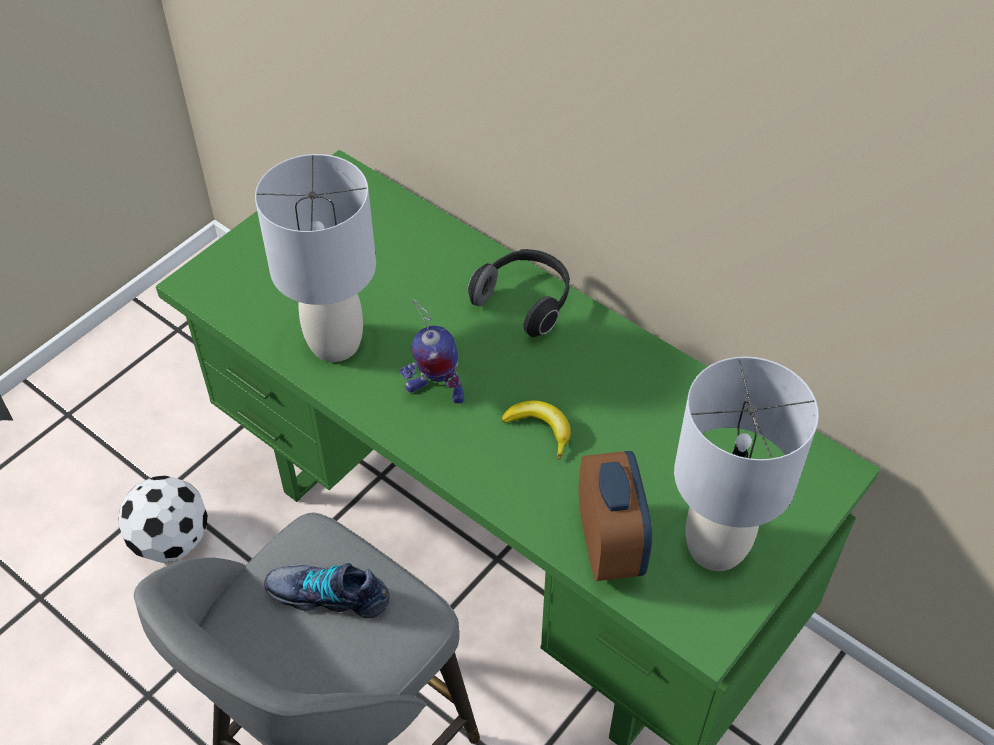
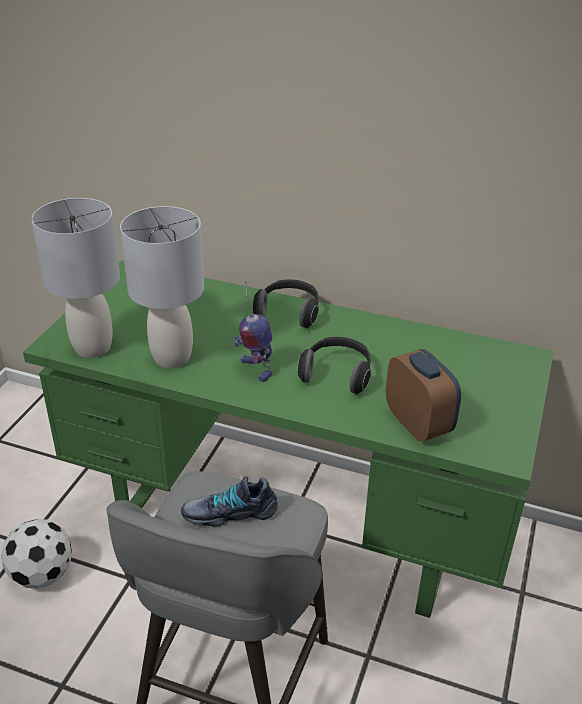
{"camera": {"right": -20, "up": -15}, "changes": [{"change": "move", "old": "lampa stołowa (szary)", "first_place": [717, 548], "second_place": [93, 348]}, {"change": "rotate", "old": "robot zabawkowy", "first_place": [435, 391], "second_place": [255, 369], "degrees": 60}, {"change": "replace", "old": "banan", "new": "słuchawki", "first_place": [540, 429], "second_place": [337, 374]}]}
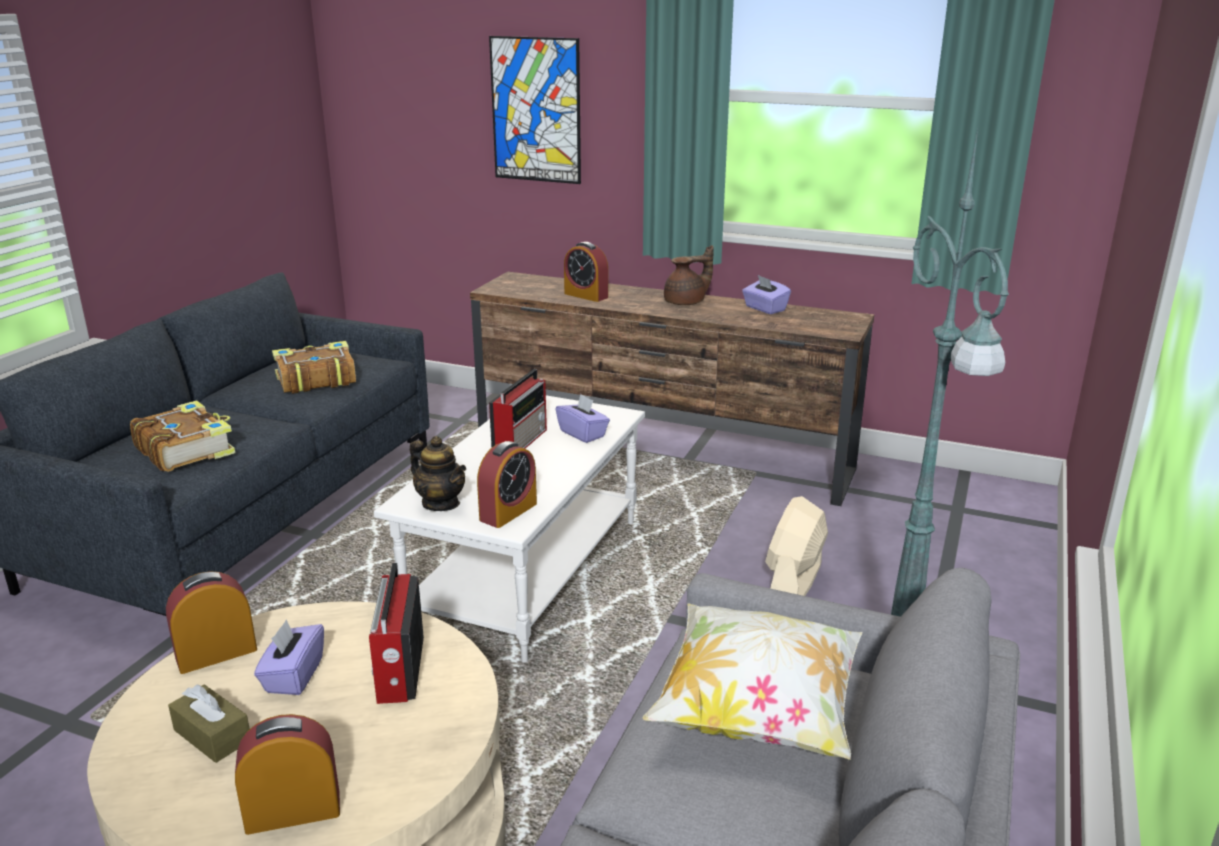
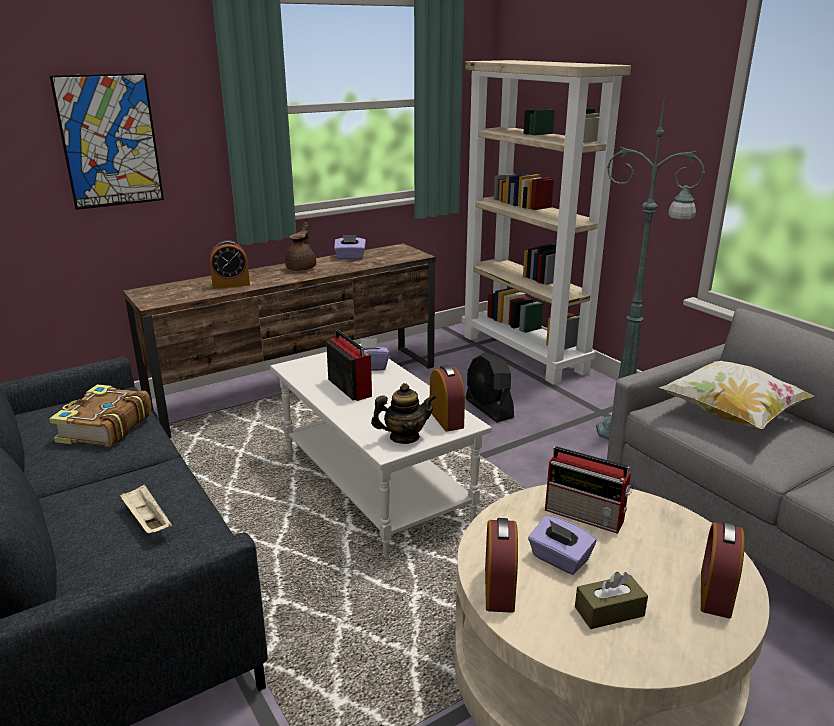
{"camera": {"right": -55, "up": 0}, "changes": [{"change": "replace", "old": "książka", "new": "taca (beżowy)", "first_place": [185, 449], "second_place": [147, 521]}, {"change": "insert", "new": "regał (beżowy)", "second_place": [525, 354]}, {"change": "recolor", "old": "wentylator (beżowy)", "new": "wentylator (czarny)", "first_place": [794, 582], "second_place": [489, 408]}]}
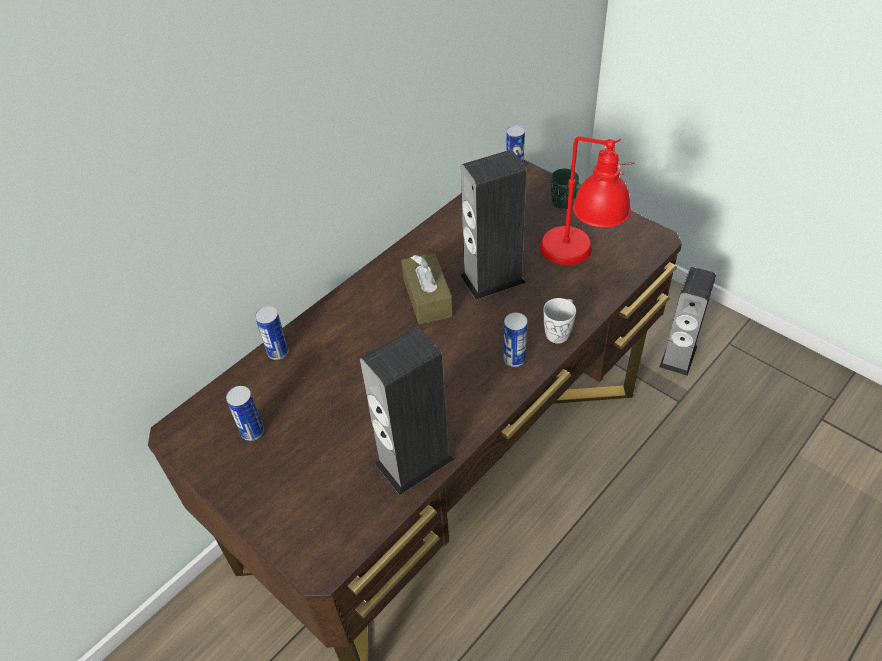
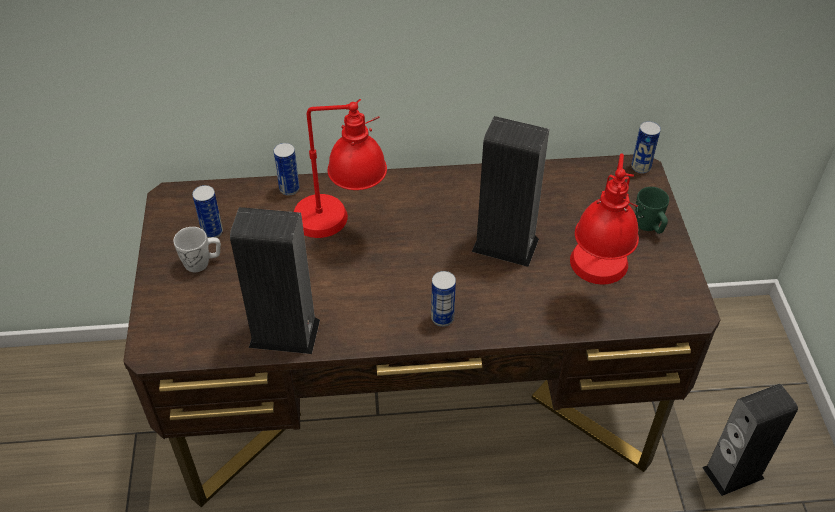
{"camera": {"right": 40, "up": 0}, "changes": [{"change": "move", "old": "kubek (biały)", "first_place": [559, 331], "second_place": [202, 262]}, {"change": "insert", "new": "lampa stołowa (czerwony)", "second_place": [341, 225]}, {"change": "delete", "old": "pudełko chusteczek (brązowy)", "first_place": [427, 298]}]}
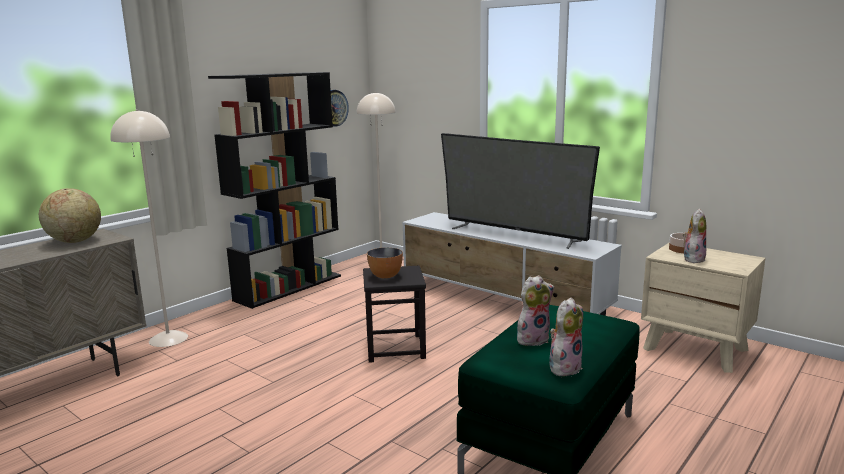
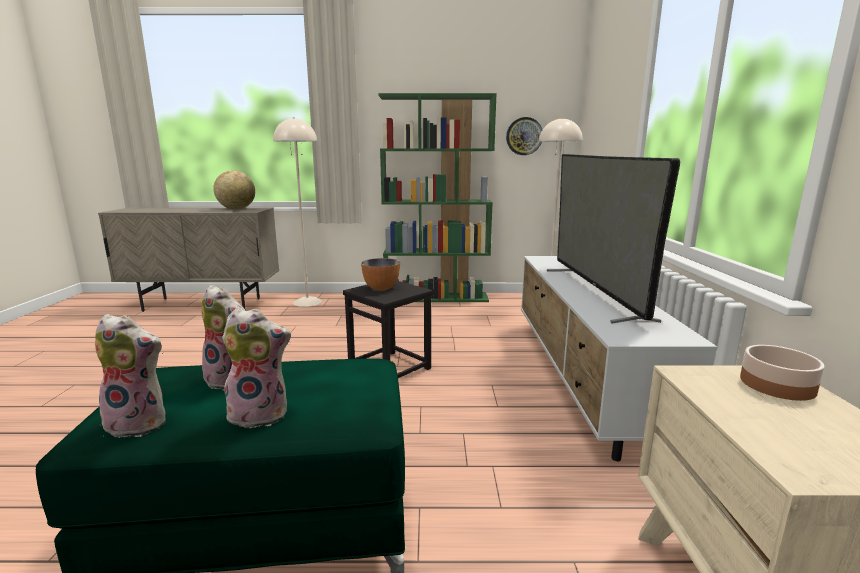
{"camera": {"right": 50, "up": 0}, "changes": [{"change": "move", "old": "pluszak", "first_place": [692, 259], "second_place": [261, 414]}, {"change": "recolor", "old": "regał (czarny)", "new": "regał (zielony)", "first_place": [289, 287], "second_place": [437, 297]}]}
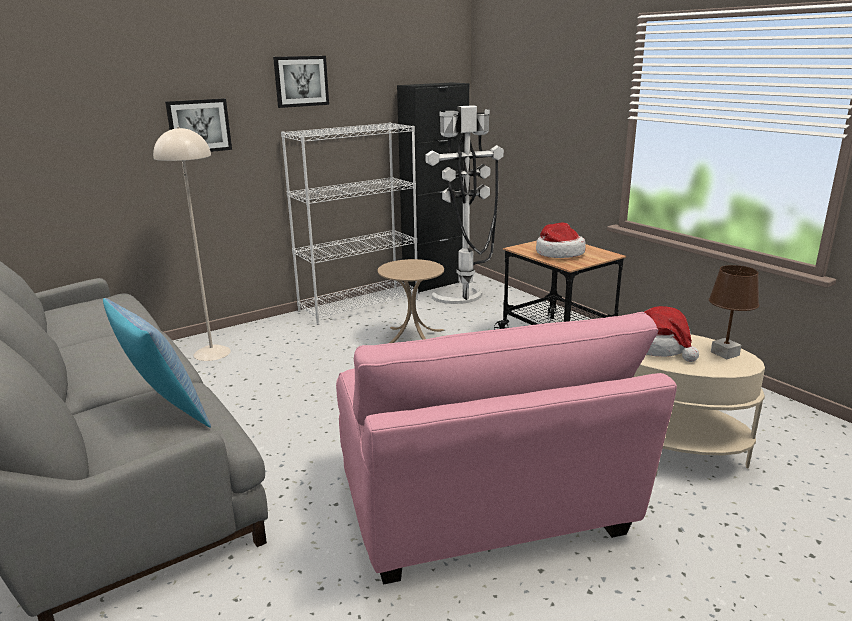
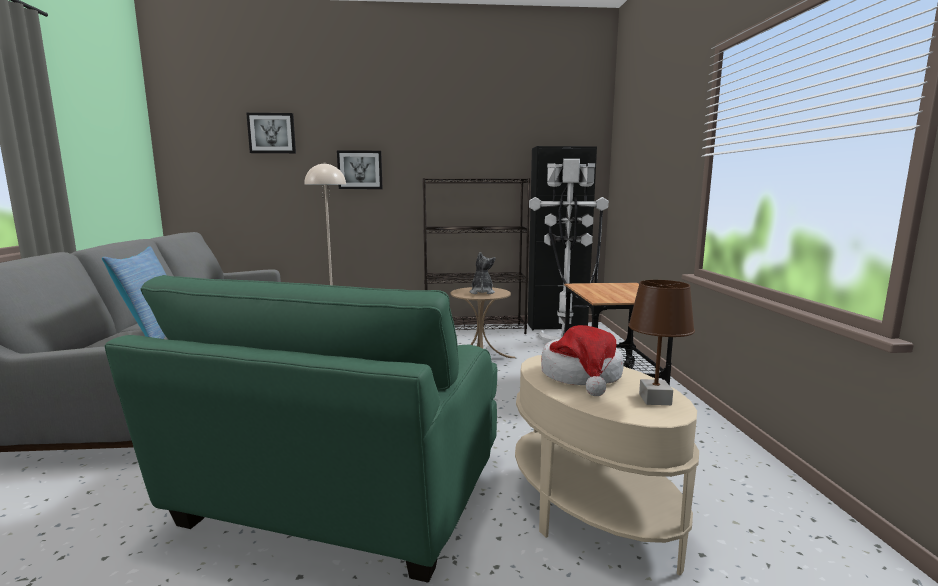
{"camera": {"right": 30, "up": -10}, "changes": [{"change": "recolor", "old": "fotel (różowy)", "new": "fotel (zielony)", "first_place": [481, 505], "second_place": [341, 496]}, {"change": "move", "old": "obraz", "first_place": [301, 81], "second_place": [272, 133]}, {"change": "recolor", "old": "regał (biały)", "new": "regał (czarny)", "first_place": [359, 304], "second_place": [475, 329]}, {"change": "insert", "new": "pluszak", "second_place": [481, 292]}, {"change": "delete", "old": "kapelusz", "first_place": [558, 253]}]}
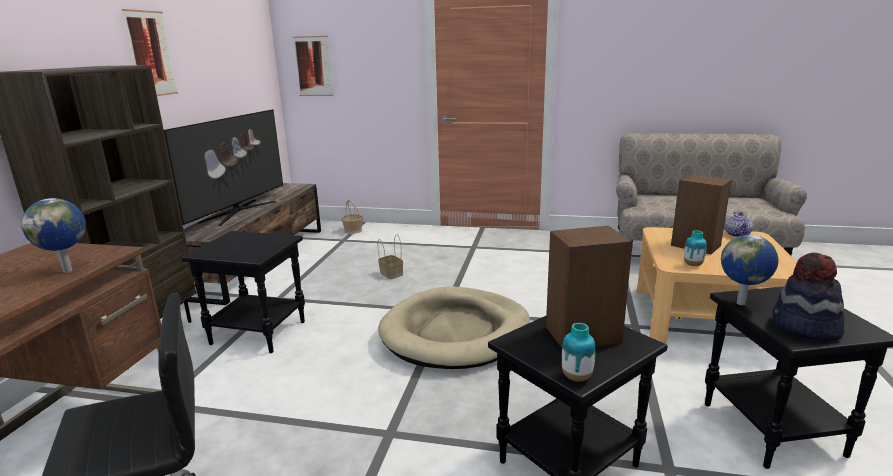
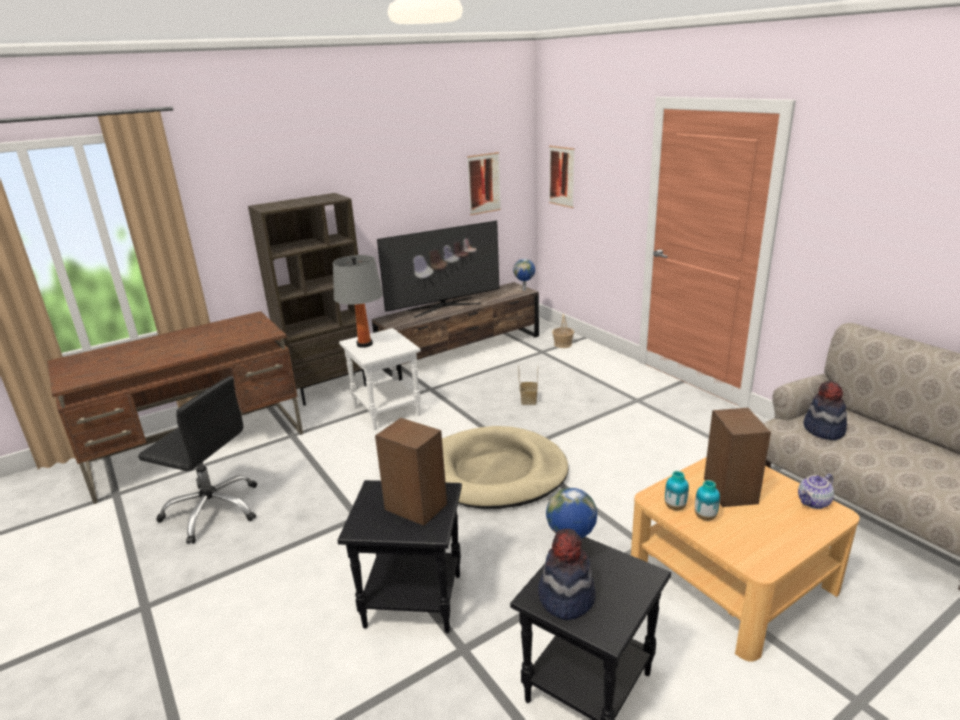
{"camera": {"right": 45, "up": 5}, "changes": [{"change": "insert", "new": "lampa stołowa (szary)", "second_place": [365, 344]}, {"change": "recolor", "old": "stolik (czarny)", "new": "stolik (biały)", "first_place": [256, 333], "second_place": [385, 411]}, {"change": "move", "old": "obraz", "first_place": [151, 54], "second_place": [484, 183]}, {"change": "move", "old": "globus", "first_place": [69, 270], "second_place": [525, 290]}, {"change": "move", "old": "wazon", "first_place": [576, 377], "second_place": [705, 517]}, {"change": "insert", "new": "kapelusz", "second_place": [823, 430]}]}
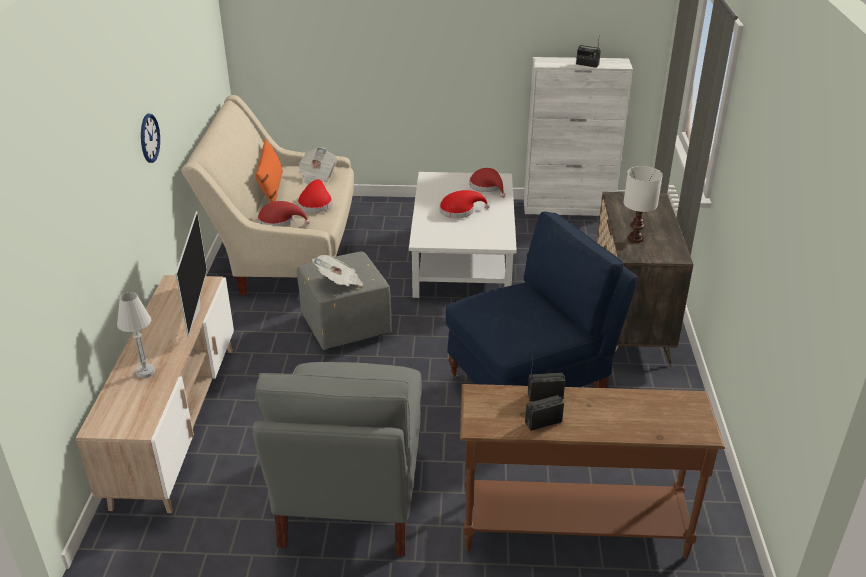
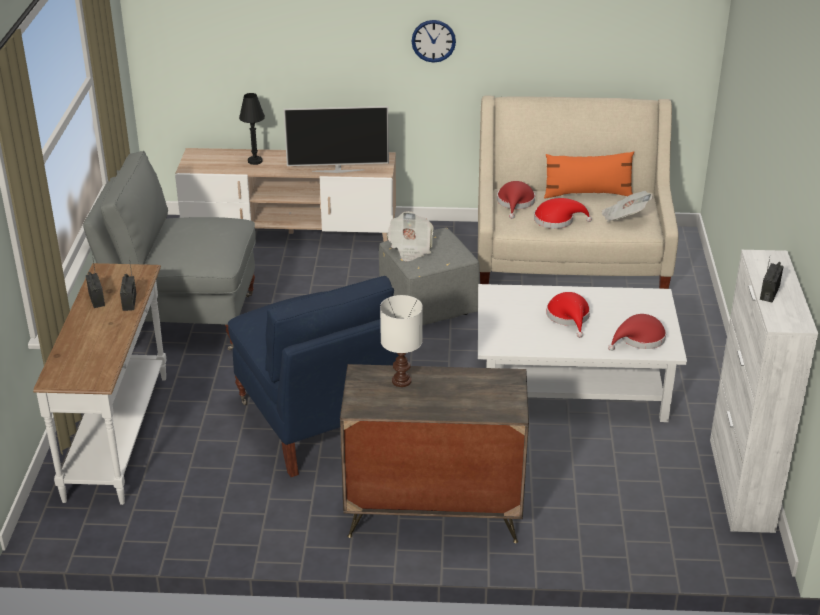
{"camera": {"right": 90, "up": 0}, "changes": [{"change": "recolor", "old": "stolik konsolowy (brązowy)", "new": "stolik konsolowy (biały)", "first_place": [573, 526], "second_place": [119, 436]}, {"change": "recolor", "old": "lampa stołowa (biały)", "new": "lampa stołowa (czarny)", "first_place": [145, 372], "second_place": [255, 161]}]}
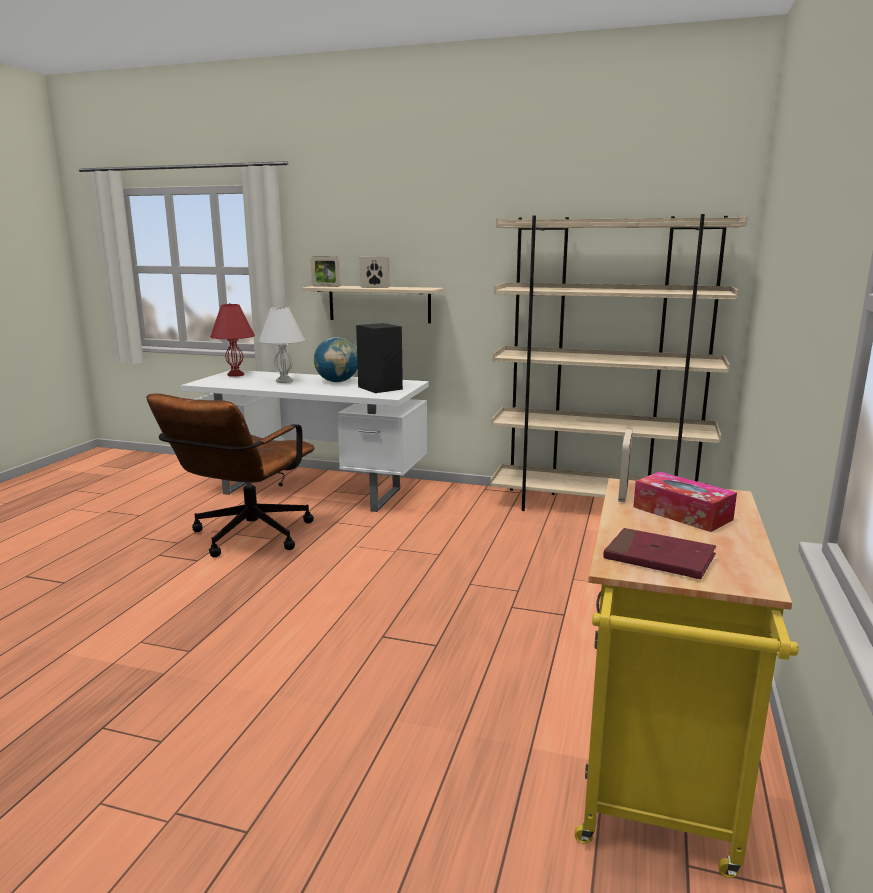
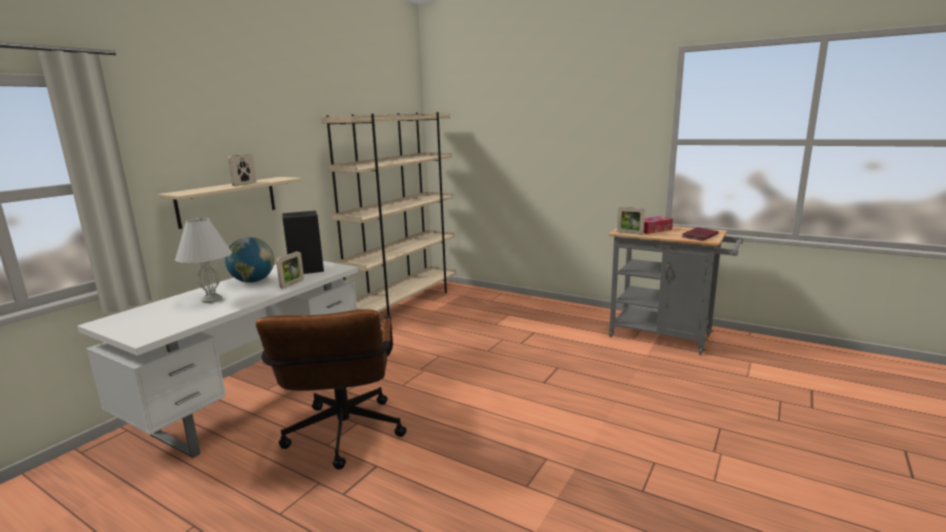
{"camera": {"right": -75, "up": 0}, "changes": [{"change": "rotate", "old": "krzesło biurowe (brązowy)", "first_place": [245, 538], "second_place": [343, 438], "degrees": 45}, {"change": "move", "old": "ramka na zdjęcie", "first_place": [326, 286], "second_place": [292, 284]}, {"change": "recolor", "old": "wózek (żółty)", "new": "wózek (szary)", "first_place": [657, 786], "second_place": [667, 336]}, {"change": "delete", "old": "lampa stołowa (czerwony)", "first_place": [236, 375]}]}
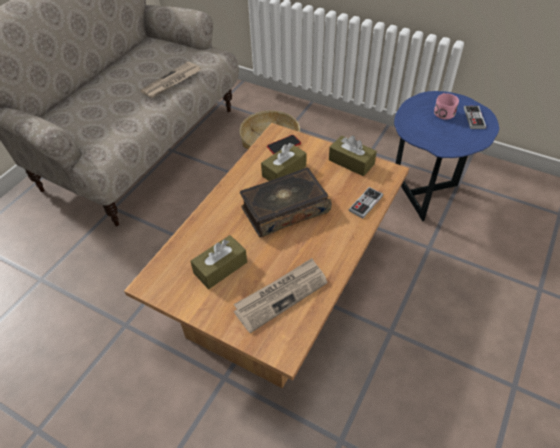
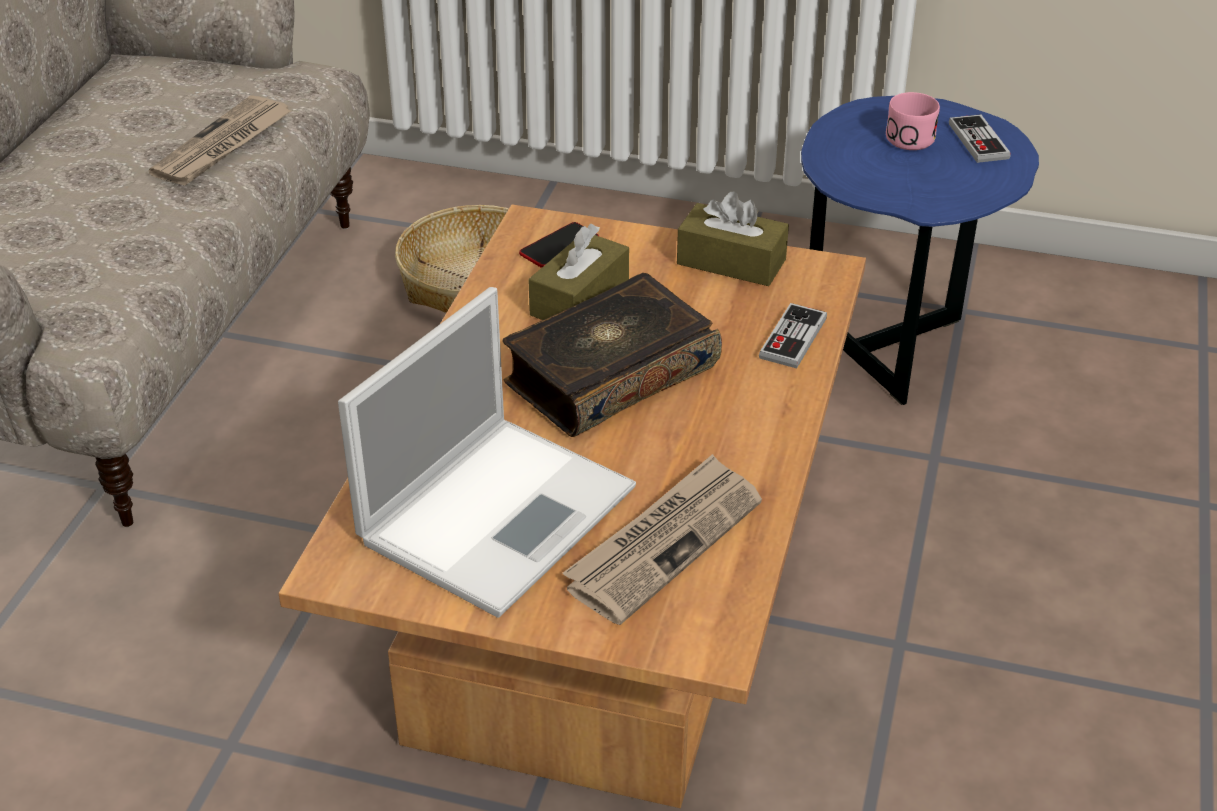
{"camera": {"right": -15, "up": -10}, "changes": [{"change": "replace", "old": "pudełko chusteczek (brązowy)", "new": "laptop", "first_place": [220, 268], "second_place": [500, 511]}]}
